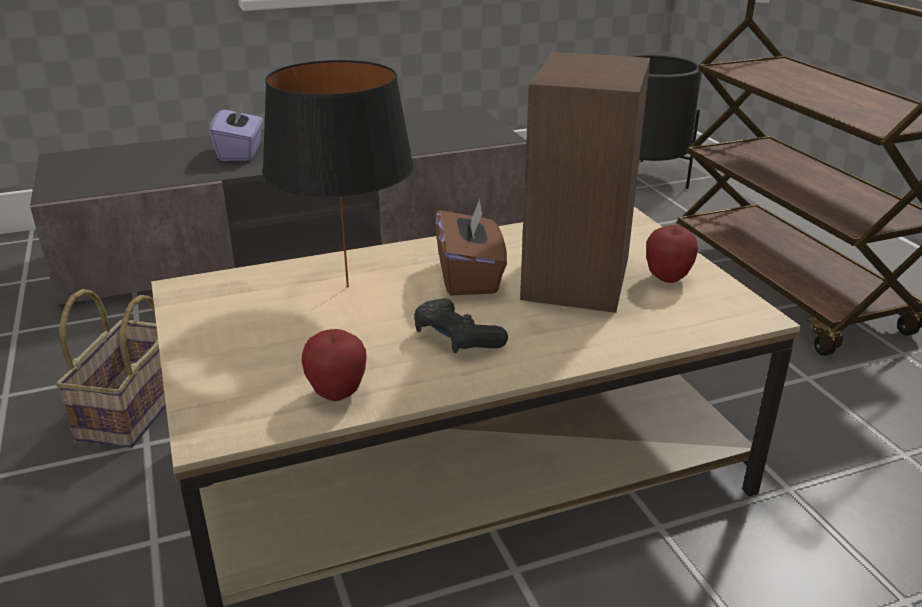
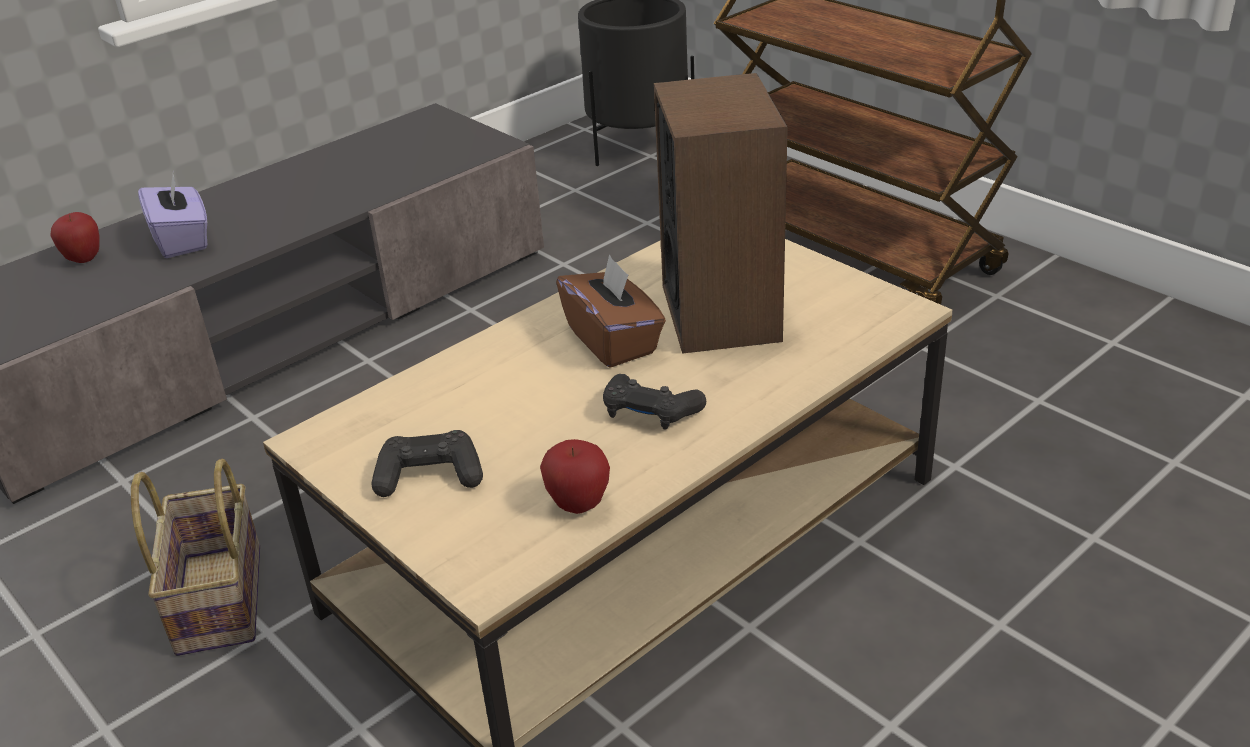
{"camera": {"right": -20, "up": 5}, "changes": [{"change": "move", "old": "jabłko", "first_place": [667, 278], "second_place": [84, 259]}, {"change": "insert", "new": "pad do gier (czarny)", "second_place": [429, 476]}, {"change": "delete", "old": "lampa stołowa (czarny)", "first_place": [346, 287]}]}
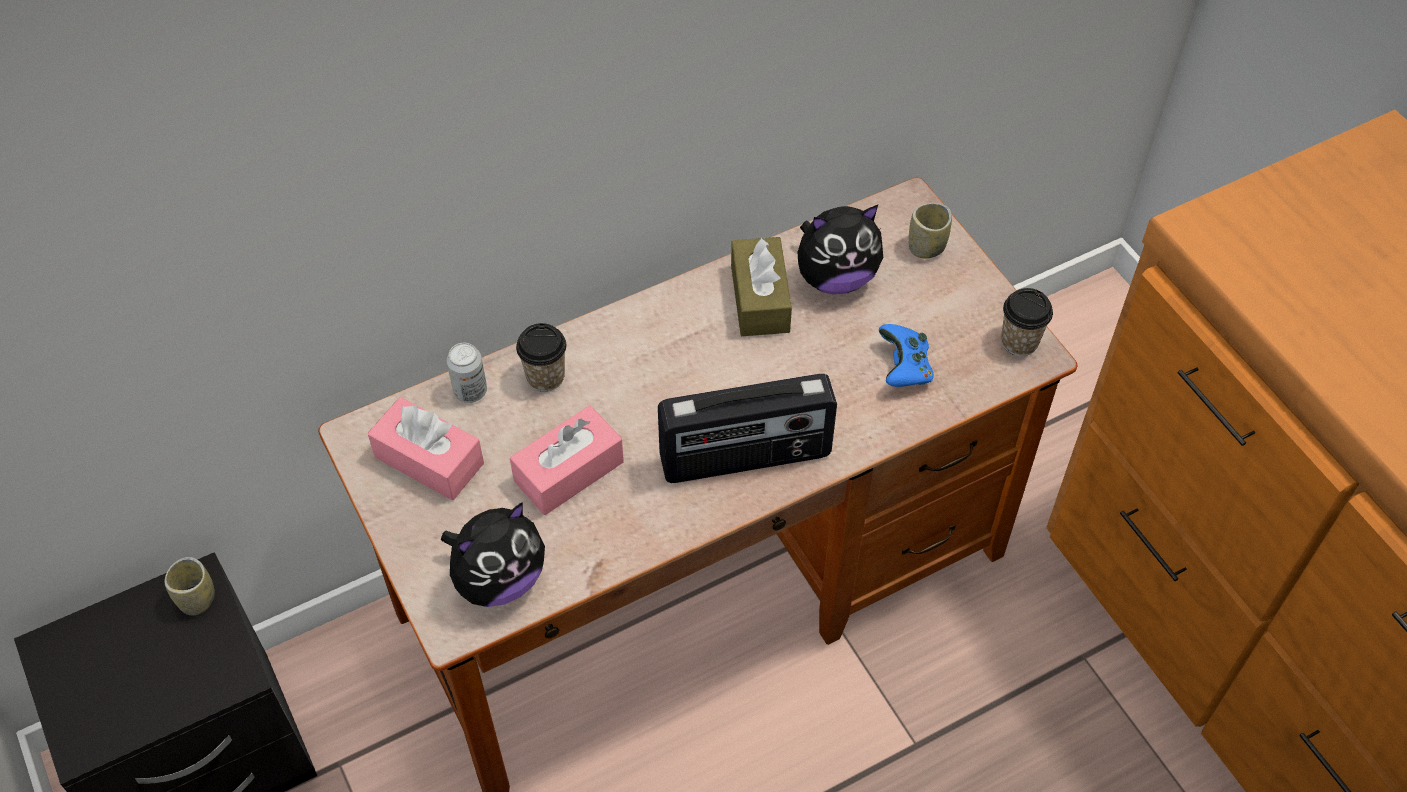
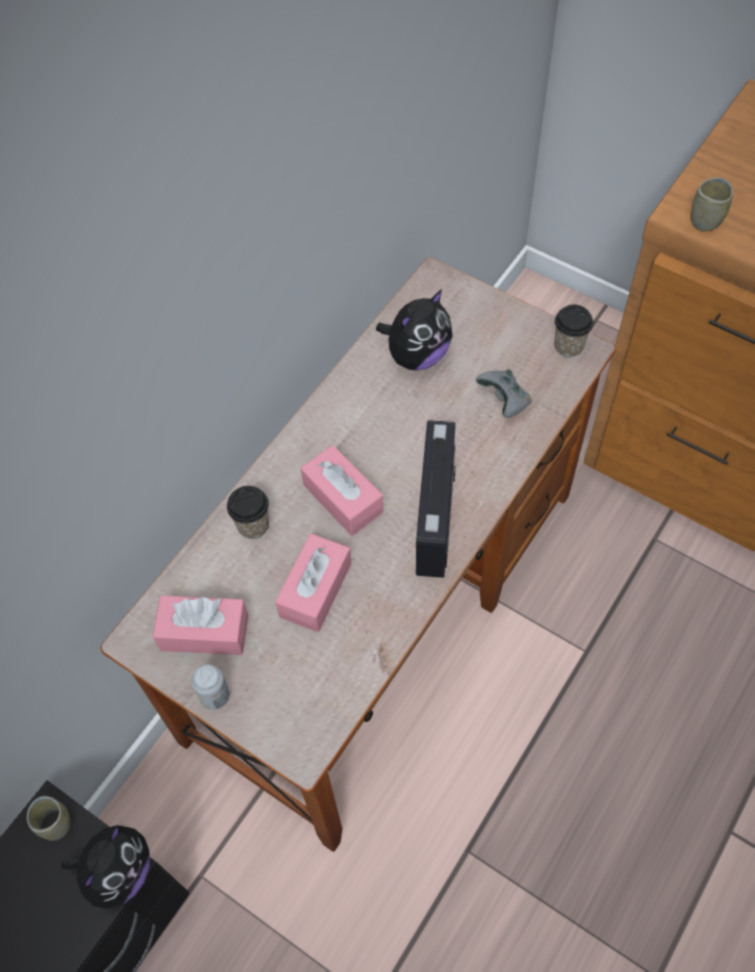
{"camera": {"right": -25, "up": 5}, "changes": [{"change": "move", "old": "pluszak", "first_place": [499, 579], "second_place": [119, 871]}, {"change": "move", "old": "puszka", "first_place": [470, 391], "second_place": [215, 696]}, {"change": "insert", "new": "pudełko chusteczek (różowy)", "second_place": [343, 498]}, {"change": "rotate", "old": "radio", "first_place": [745, 458], "second_place": [436, 518], "degrees": -45}, {"change": "recolor", "old": "pad do gier (niebieski)", "new": "pad do gier (szary)", "first_place": [904, 369], "second_place": [504, 401]}, {"change": "move", "old": "filiżanka", "first_place": [926, 247], "second_place": [705, 221]}, {"change": "delete", "old": "pudełko chusteczek (brązowy)", "first_place": [760, 299]}]}
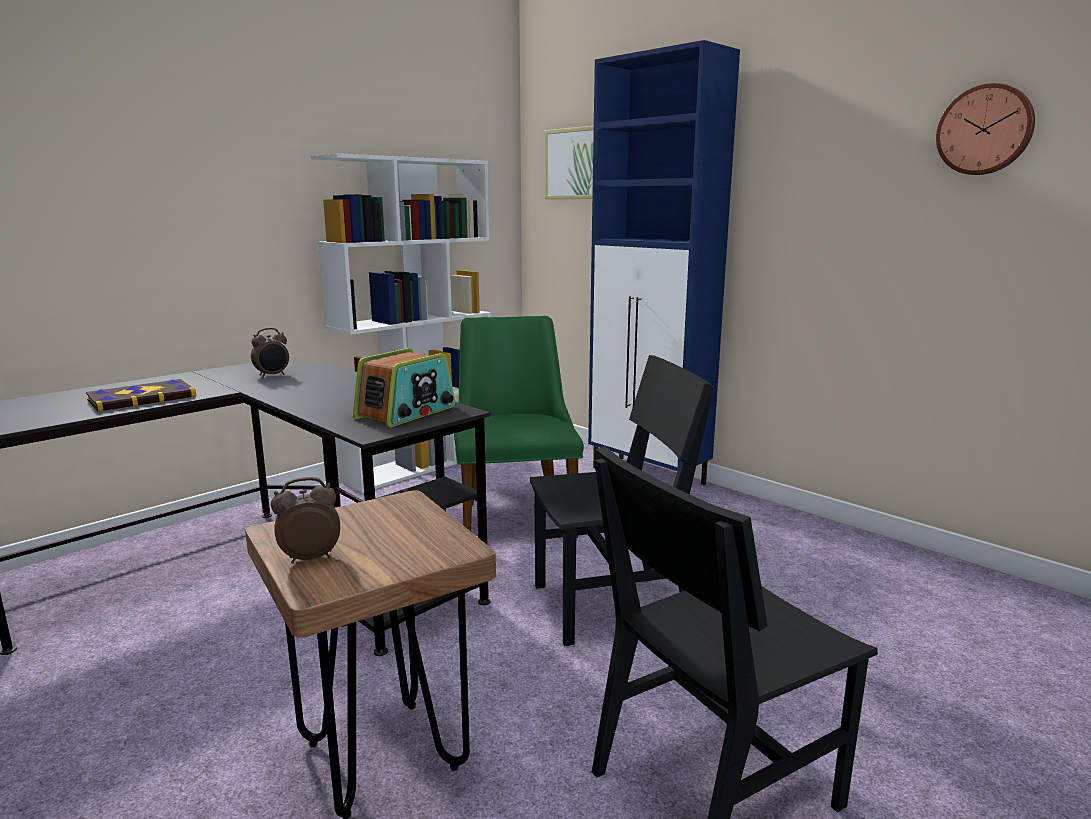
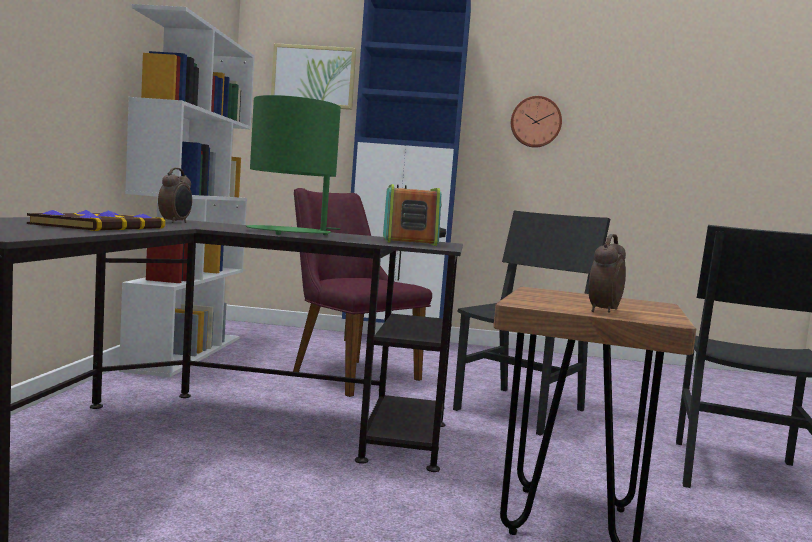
{"camera": {"right": -40, "up": -10}, "changes": [{"change": "insert", "new": "lampa stołowa (zielony)", "second_place": [290, 233]}, {"change": "recolor", "old": "krzesło (zielony)", "new": "krzesło (fioletowy)", "first_place": [515, 515], "second_place": [347, 373]}, {"change": "move", "old": "zegar ścienny", "first_place": [985, 130], "second_place": [535, 122]}]}
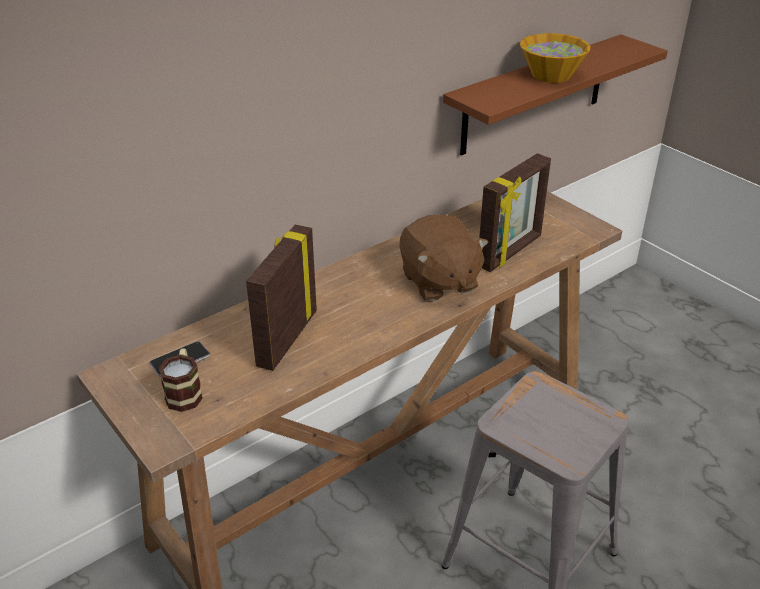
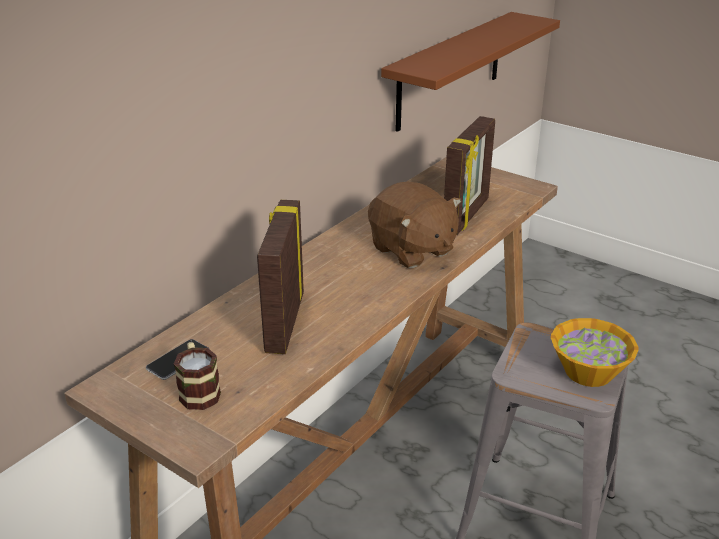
{"camera": {"right": -15, "up": -5}, "changes": [{"change": "move", "old": "miska", "first_place": [550, 75], "second_place": [588, 372]}]}
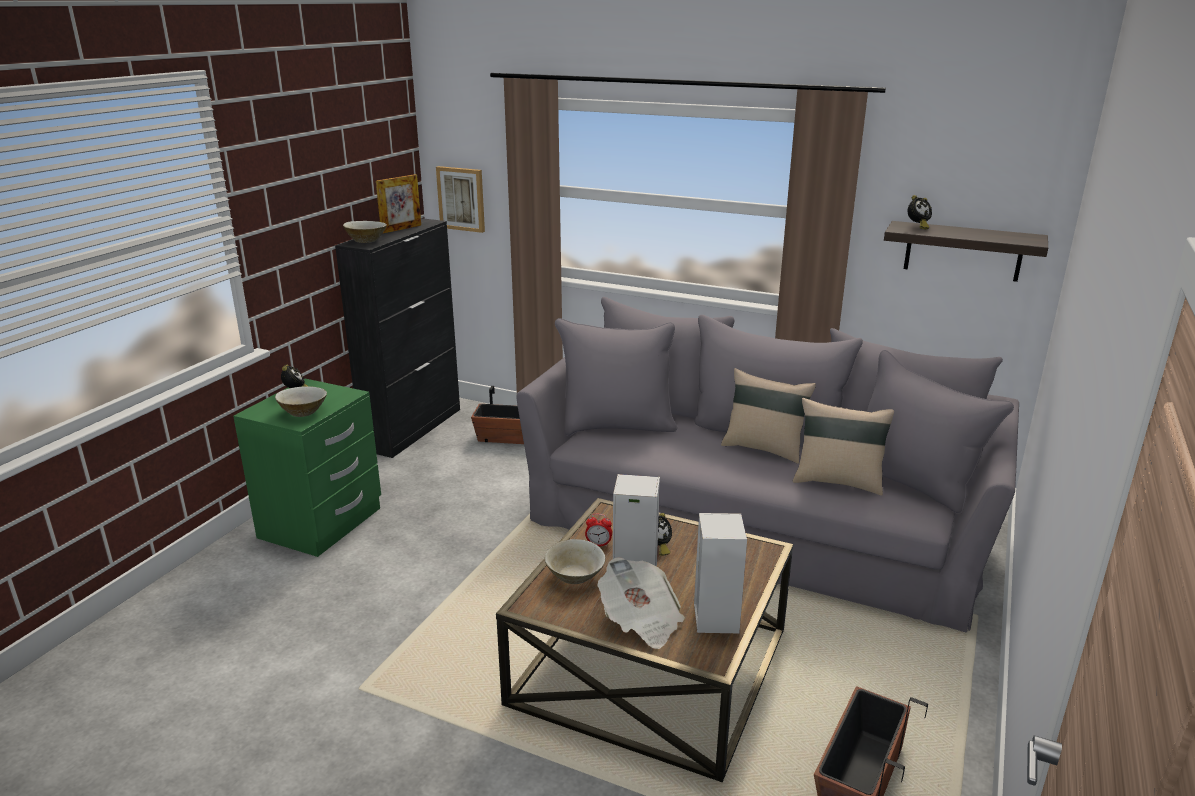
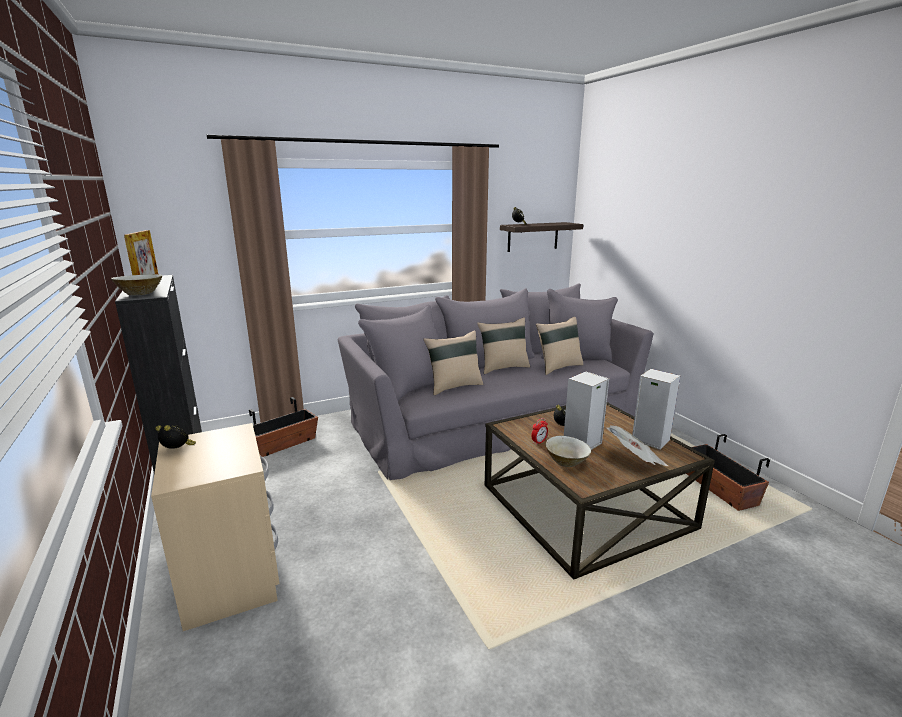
{"camera": {"right": -50, "up": -5}, "changes": [{"change": "recolor", "old": "szafka nocna (zielony)", "new": "szafka nocna (beżowy)", "first_place": [322, 524], "second_place": [232, 578]}, {"change": "insert", "new": "poduszka (beżowy)", "second_place": [454, 386]}, {"change": "delete", "old": "miska (beżowy)", "first_place": [303, 412]}, {"change": "delete", "old": "obraz", "first_place": [461, 199]}]}
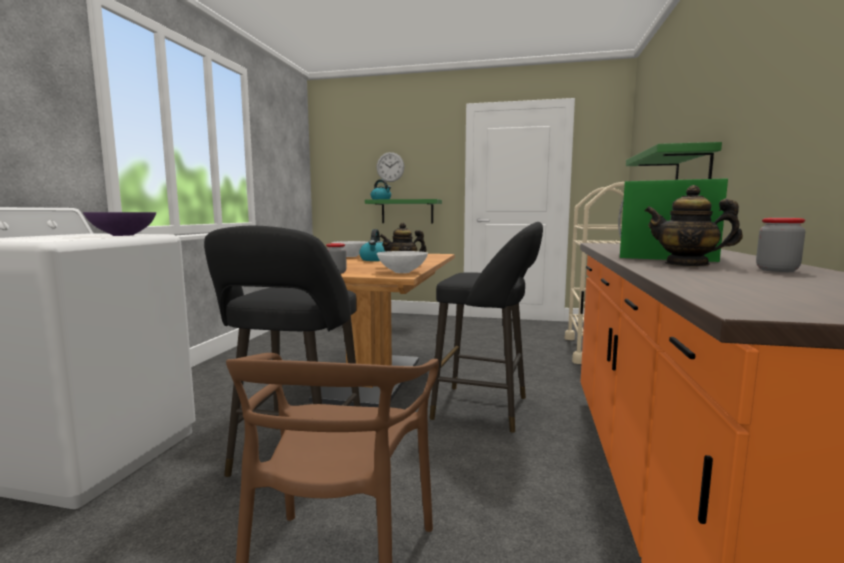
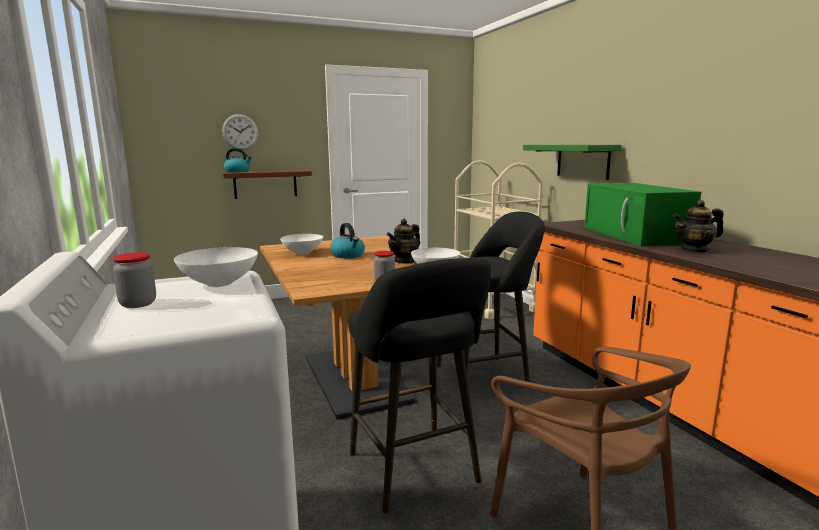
{"camera": {"right": -35, "up": 5}, "changes": [{"change": "move", "old": "słoik", "first_place": [777, 270], "second_place": [138, 304]}, {"change": "recolor", "old": "miska (fioletowy)", "new": "miska (biały)", "first_place": [122, 235], "second_place": [220, 284]}, {"change": "recolor", "old": "półka (zielony)", "new": "półka (brązowy)", "first_place": [407, 211], "second_place": [265, 184]}]}
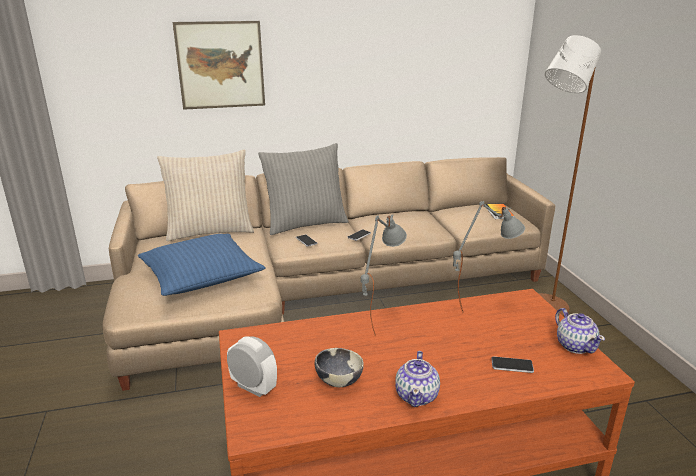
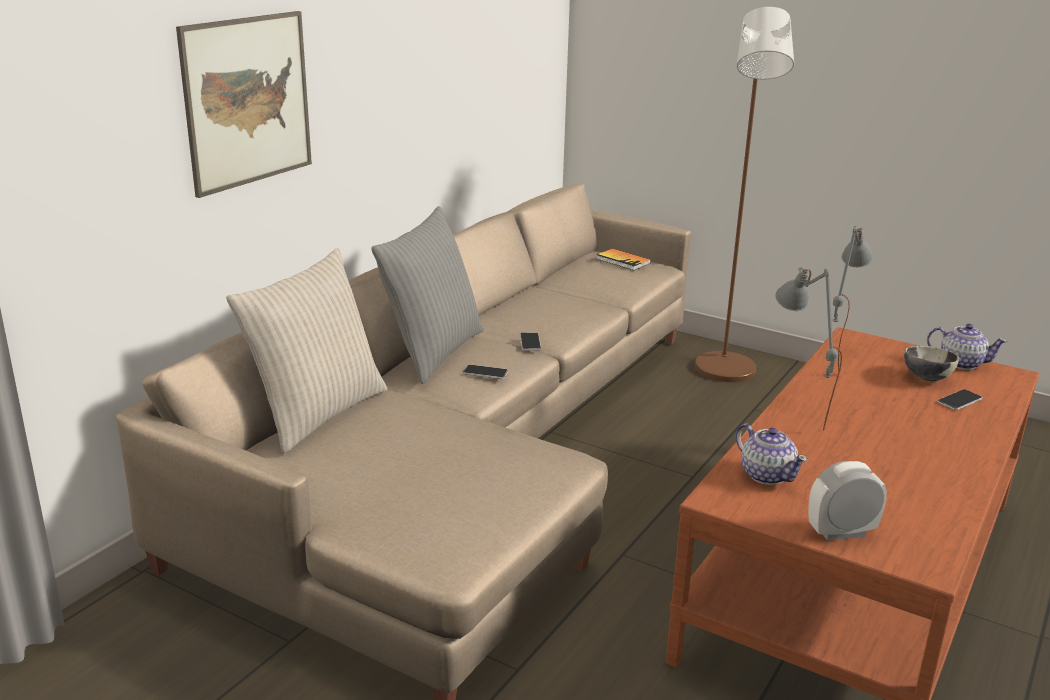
{"camera": {"right": -45, "up": 0}, "changes": [{"change": "move", "old": "imbryk", "first_place": [417, 395], "second_place": [767, 475]}, {"change": "move", "old": "miska", "first_place": [338, 381], "second_place": [926, 378]}, {"change": "delete", "old": "poduszka (niebieski)", "first_place": [201, 275]}]}
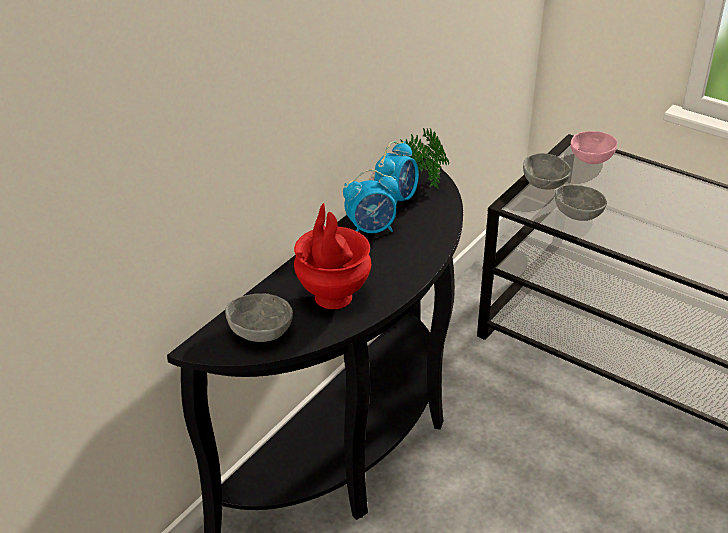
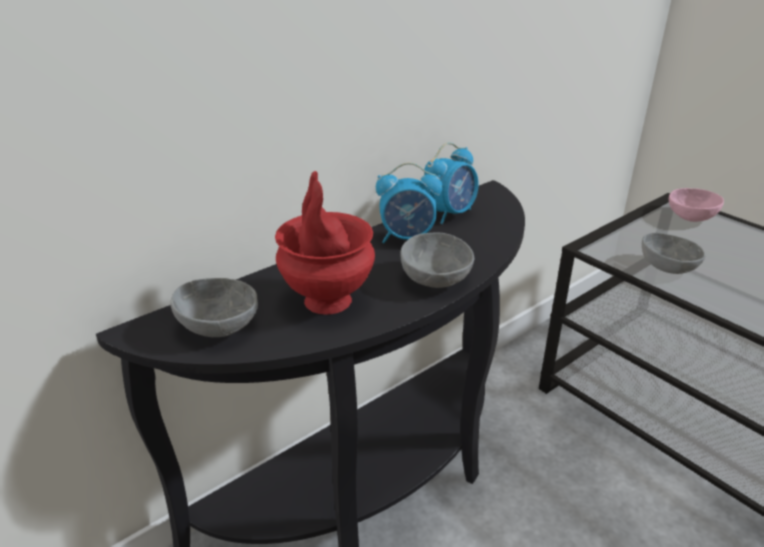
{"camera": {"right": 15, "up": -5}, "changes": [{"change": "move", "old": "miska (szary)", "first_place": [545, 183], "second_place": [437, 278]}, {"change": "delete", "old": "roślina doniczkowa", "first_place": [422, 179]}]}
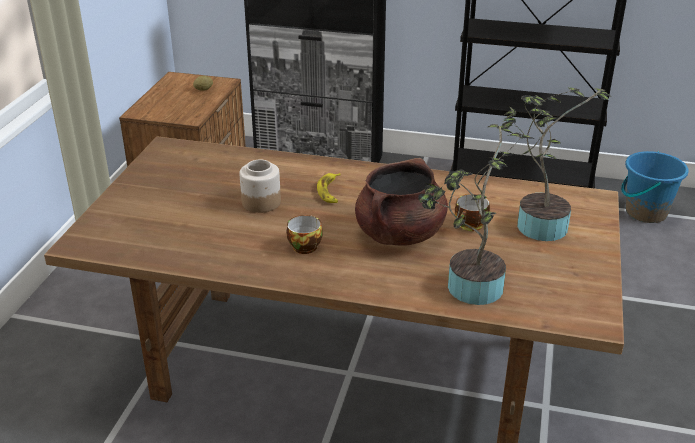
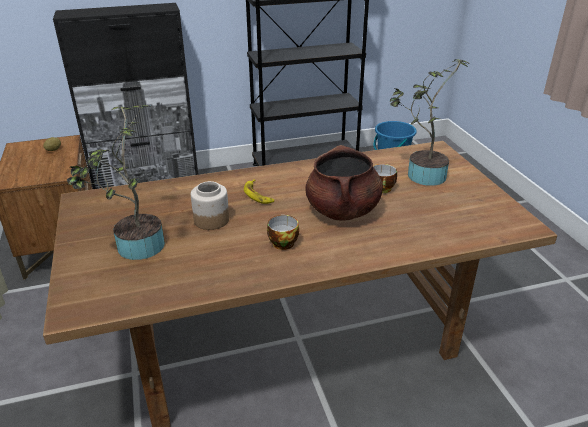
{"camera": {"right": -30, "up": 0}, "changes": [{"change": "move", "old": "roślina doniczkowa", "first_place": [468, 289], "second_place": [136, 248]}]}
